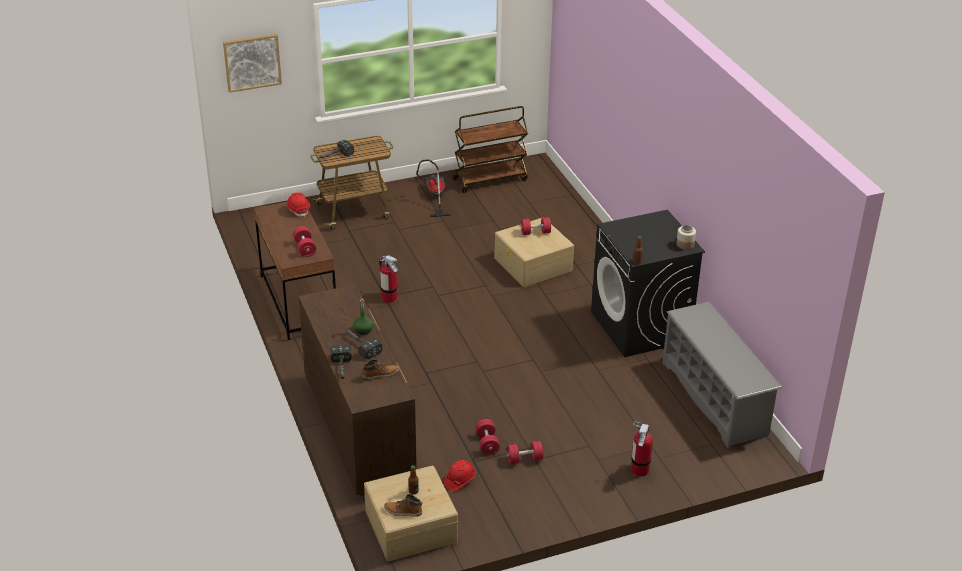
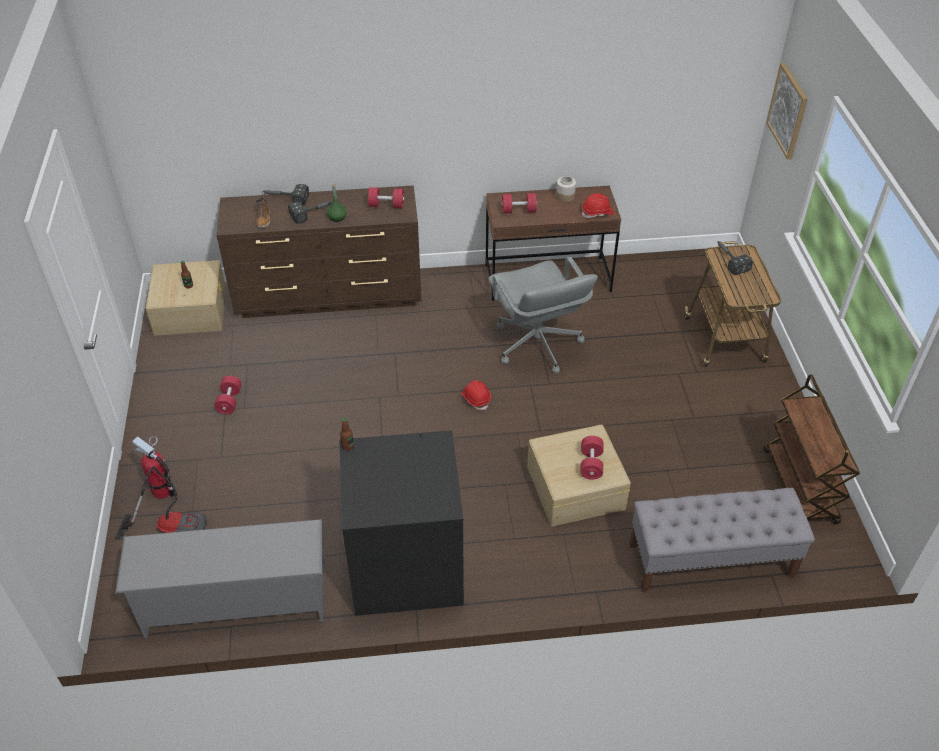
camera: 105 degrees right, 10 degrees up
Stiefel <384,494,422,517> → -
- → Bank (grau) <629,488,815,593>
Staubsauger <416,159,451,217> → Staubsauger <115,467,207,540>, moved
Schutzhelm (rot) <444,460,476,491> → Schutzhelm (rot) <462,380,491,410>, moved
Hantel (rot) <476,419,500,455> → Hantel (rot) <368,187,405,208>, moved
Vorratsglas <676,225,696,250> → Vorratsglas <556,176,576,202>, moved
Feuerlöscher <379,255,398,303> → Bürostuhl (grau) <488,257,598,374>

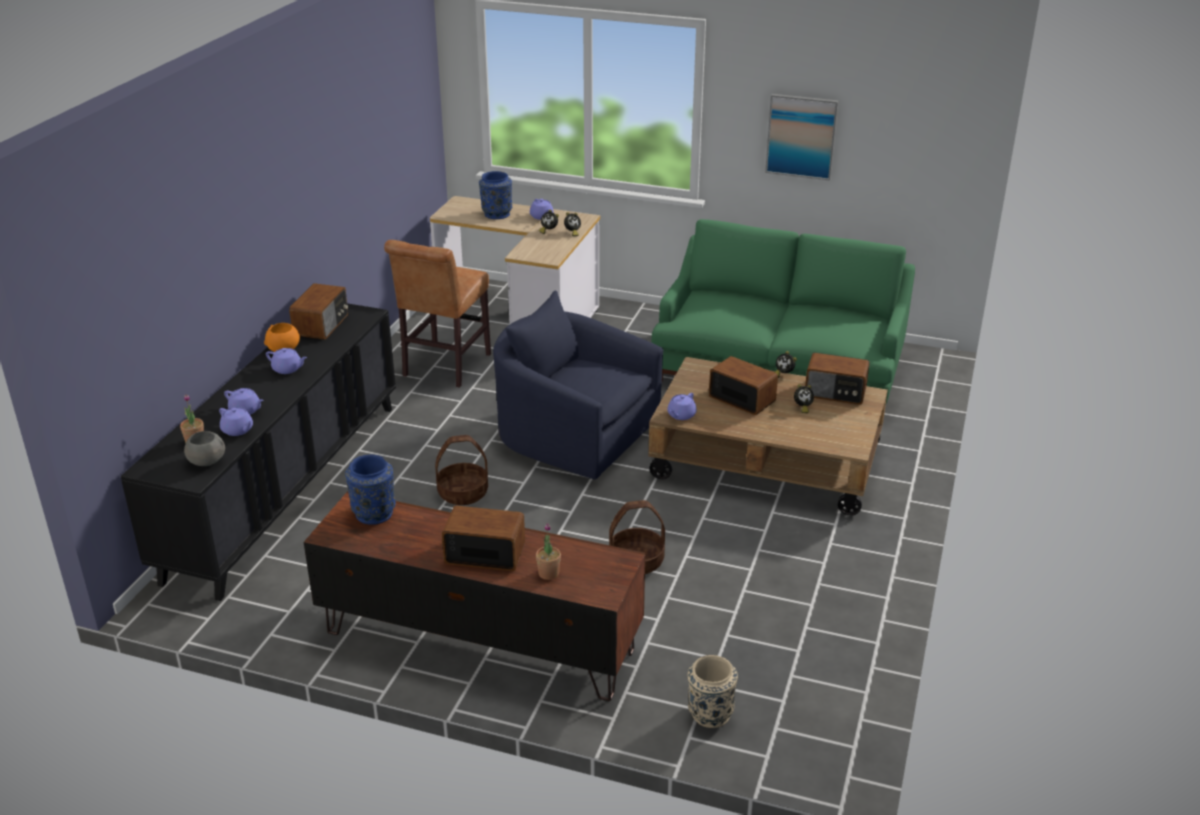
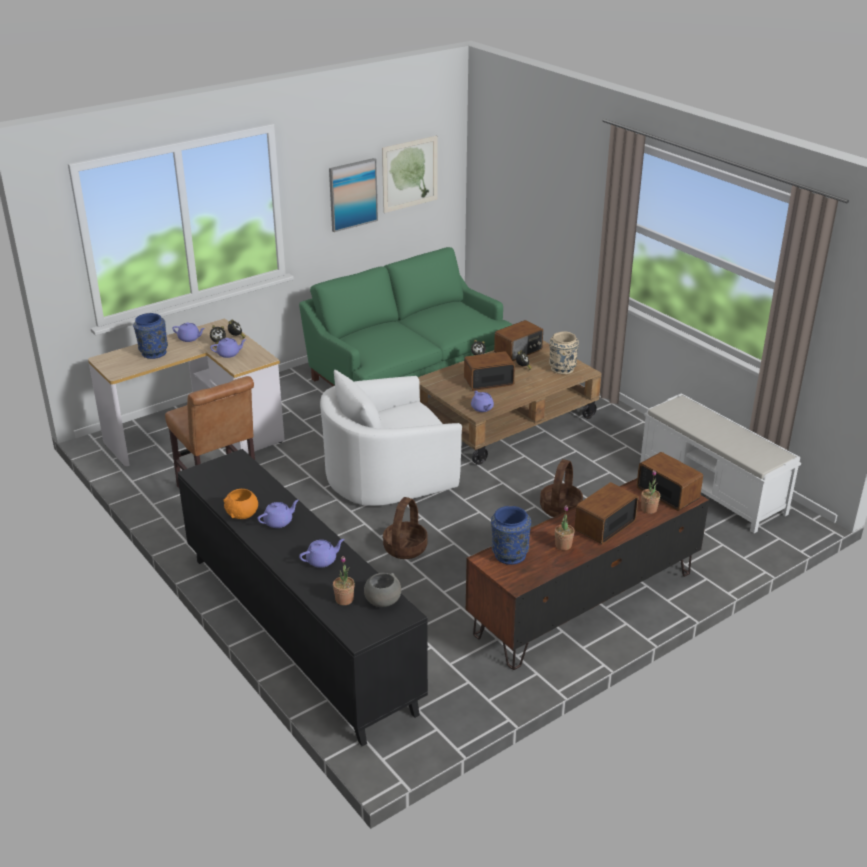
camera: 55 degrees left, 0 degrees up
- → Bild <382,136,438,213>
- → Topfpflanze <555,505,575,550>
- → Bank (weiß) <640,393,801,533>
Teekanne (lila) <219,407,253,436> → Teekanne (lila) <210,338,247,358>, moved
Radio <289,283,348,340> → Radio <636,452,703,511>, moved
Vase (beige) <688,655,738,728> → Vase (beige) <549,331,579,374>, moved
Sessel (blau) <493,291,663,480> → Sessel (weiß) <320,370,462,506>

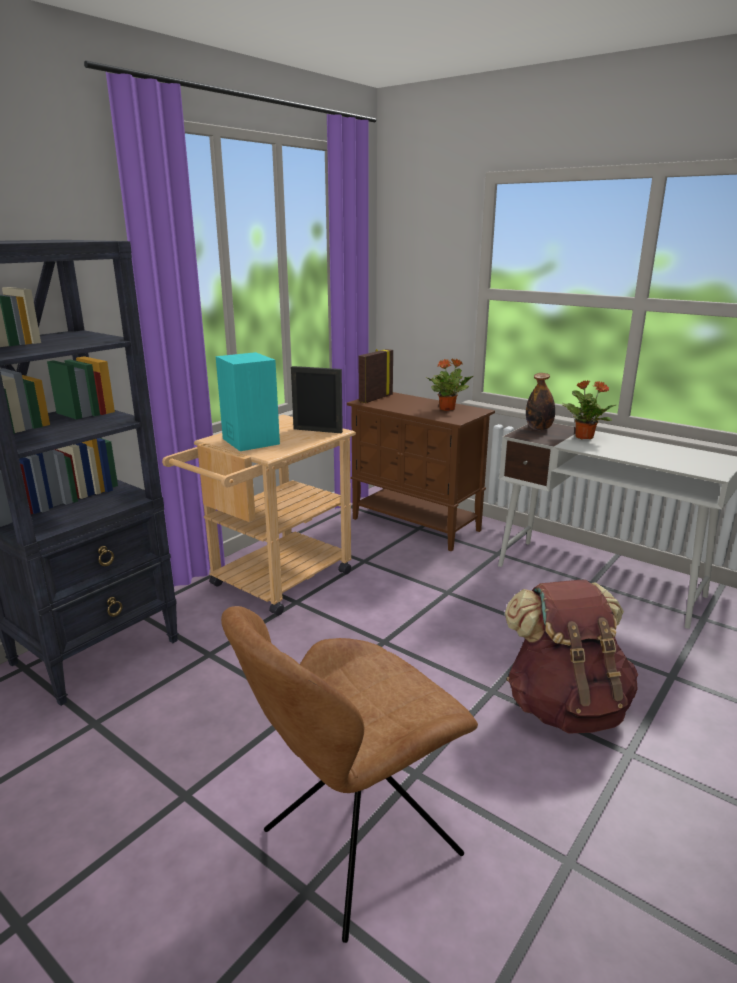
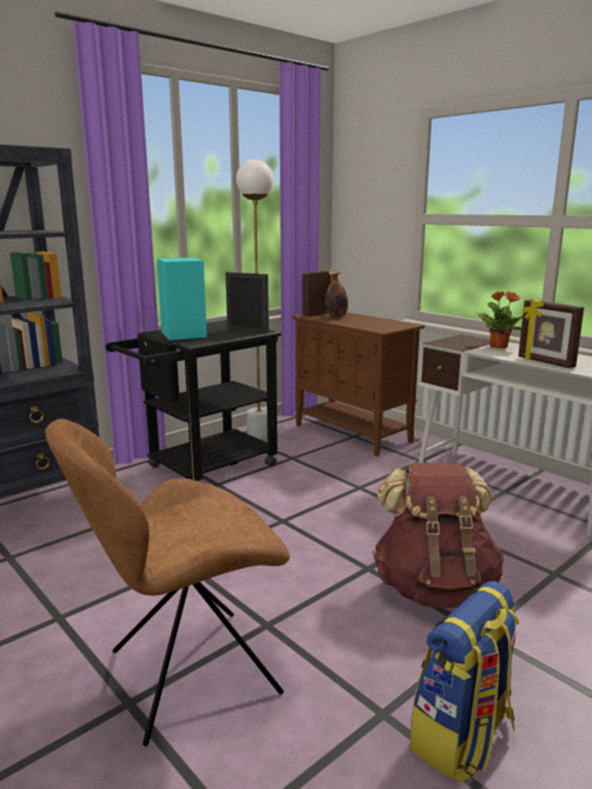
camera: 10 degrees right, 5 degrees down
Topfpflanze <426,359,473,411> → -
- → Stehlampe (weiß) <236,159,273,439>
- → Rucksack <409,581,519,783>
- → Bilderrahmen <518,300,584,368>
Flasche <526,373,555,430> → Flasche <325,271,348,318>, moved
Rollwagen (beige) <162,415,356,616> → Rollwagen (schwarz) <105,320,281,482>

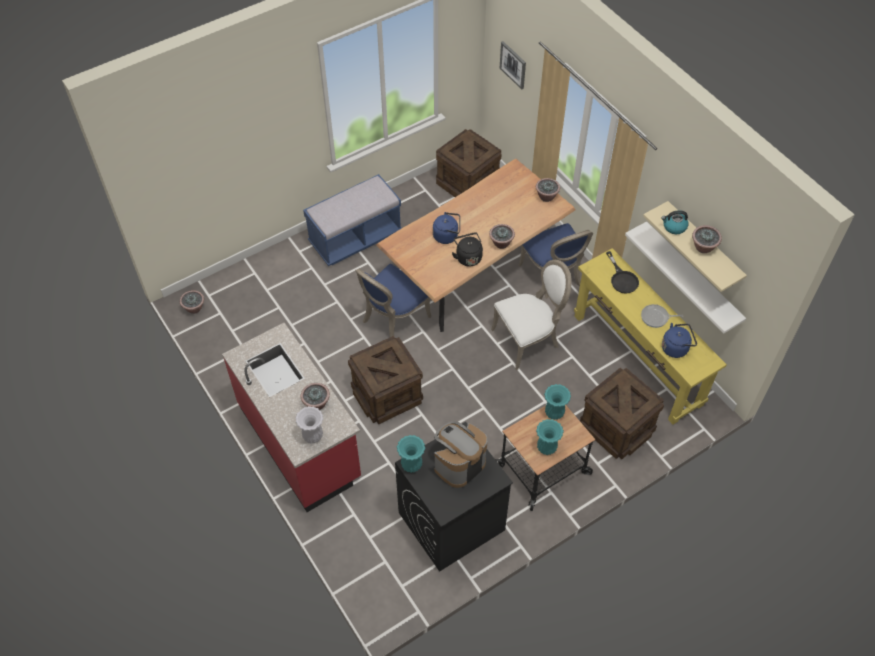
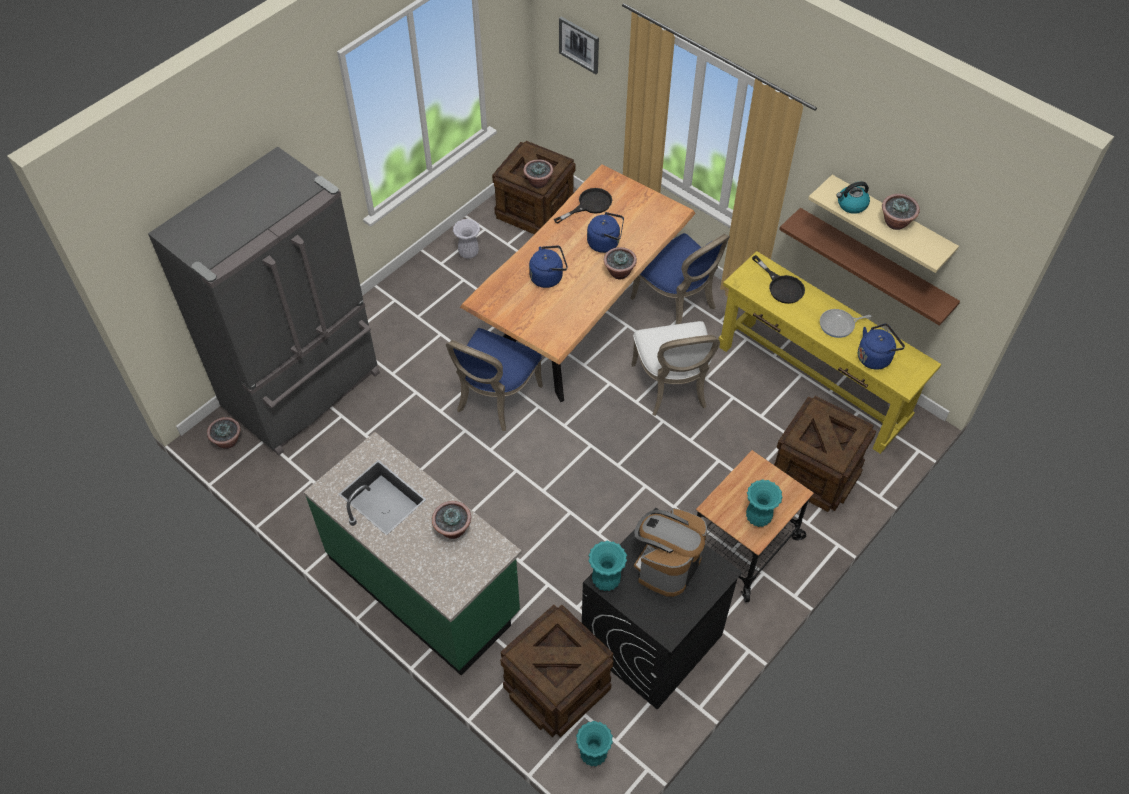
camera: 15 degrees left, 0 degrees up
Bank (blau) <303,174,402,266> → -
Wasserkessel (schwarz) <452,232,483,266> → -
- → Kühlschrank (grau) <148,147,380,455>
- → Pfanne (schwarz) <554,188,612,224>
- → Wasserkessel (blau) <587,212,624,253>
Vase (weiß) <295,406,323,444> → Vase (weiß) <453,219,480,259>, moved
Kiste <348,336,423,424> → Kiste <500,605,613,737>, moved
Topfpflanze <536,178,560,202> → Topfpflanze <523,159,553,188>, moved
Vase (türkis) <544,384,571,420> → Vase (türkis) <576,721,613,766>, moved
Küchenzeile (rot) <222,323,361,512> → Küchenzeile (grün) <304,432,522,676>
Wandregal (weiß) <625,221,746,334> → Wandregal (braun) <779,208,960,326>
Stuhl (weiß) <491,260,572,370> → Stuhl (weiß) <631,321,720,416>, 120 degrees clockwise

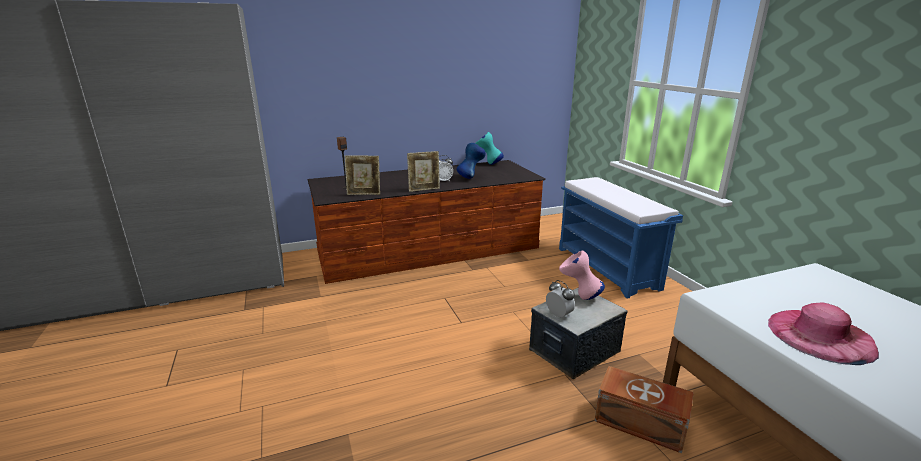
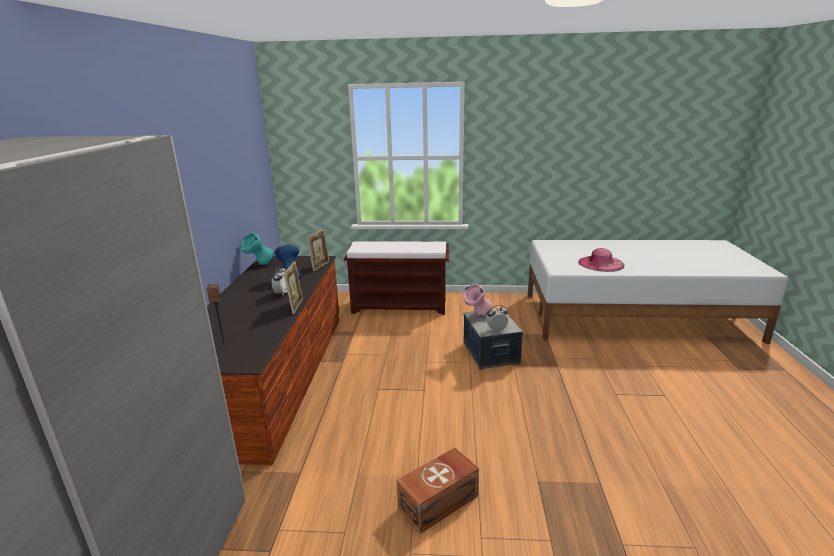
camera: 65 degrees left, 0 degrees up
Bilderrahmen <345,155,380,195> → Bilderrahmen <307,229,329,271>, moved
Aufbewahrungsbox (braun) <595,366,694,453> → Aufbewahrungsbox (braun) <397,448,479,534>, moved
Bank (blau) <559,177,683,299> → Bank (braun) <344,241,449,315>

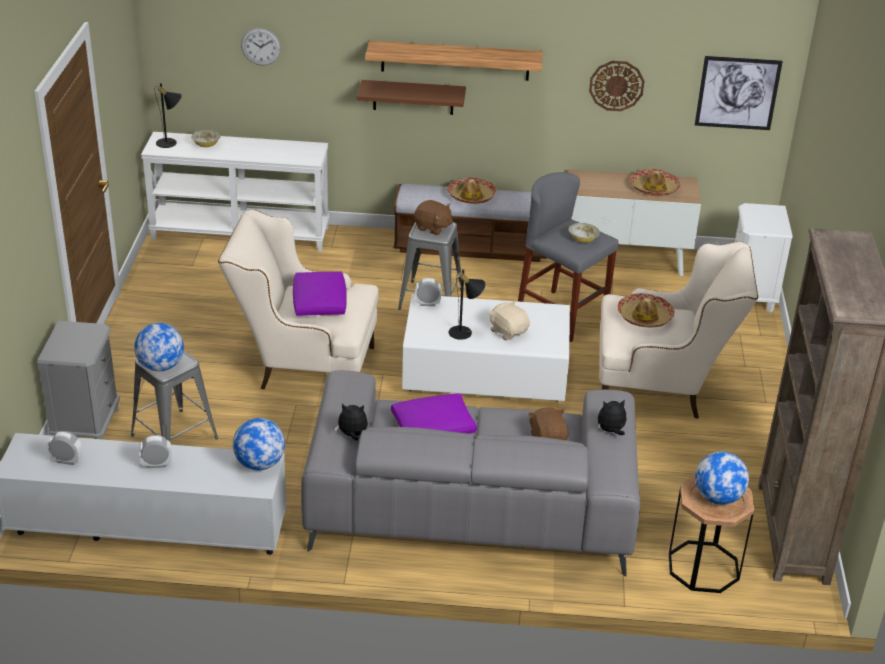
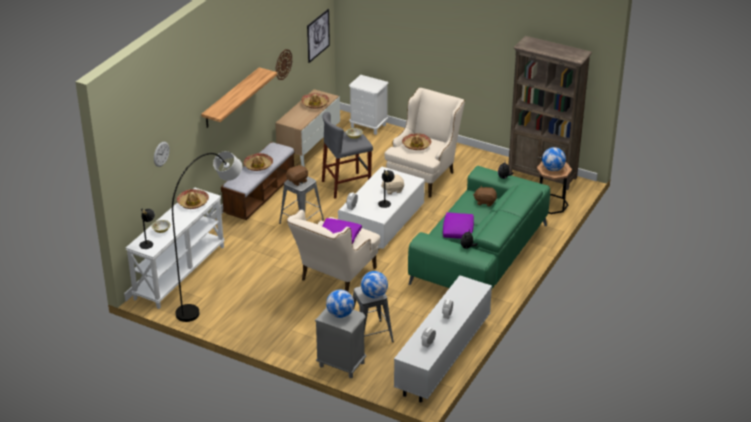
camera: 65 degrees left, 0 degrees up
Wandregal (braun) <357,80,466,115> → -
- → Stehlampe (grau) <172,151,242,322>
- → Hut <177,189,209,209>
Globus <233,418,285,470> → Globus <326,290,354,318>, moved
Sofa (grau) <301,370,640,577> → Sofa (grün) <408,166,550,289>

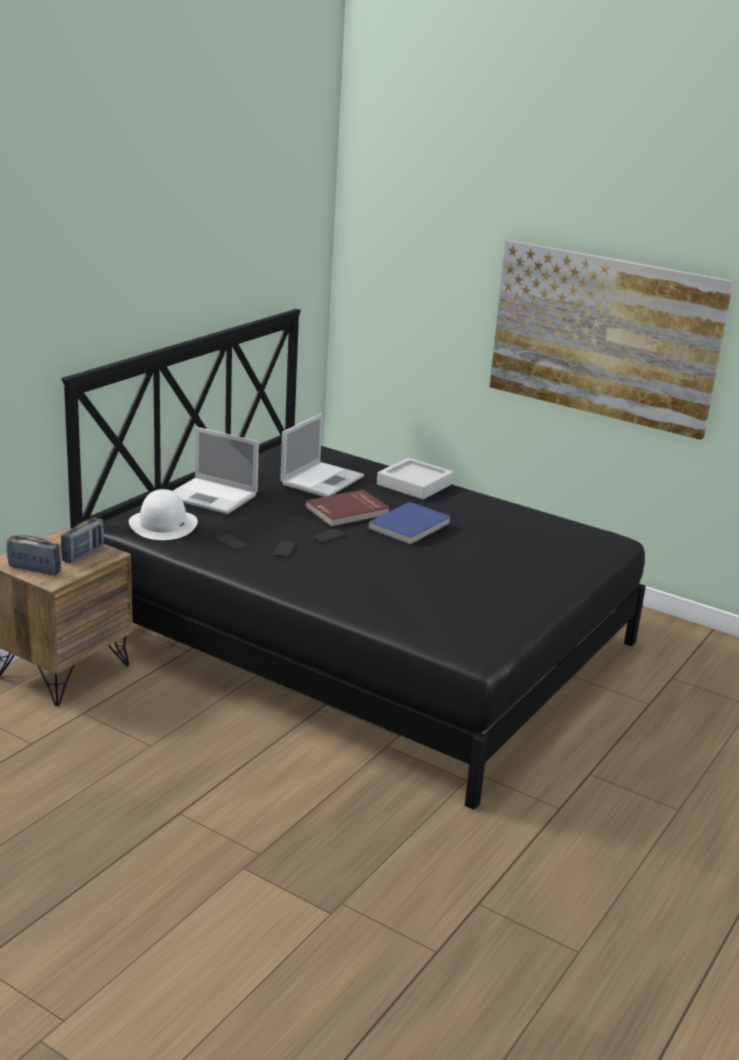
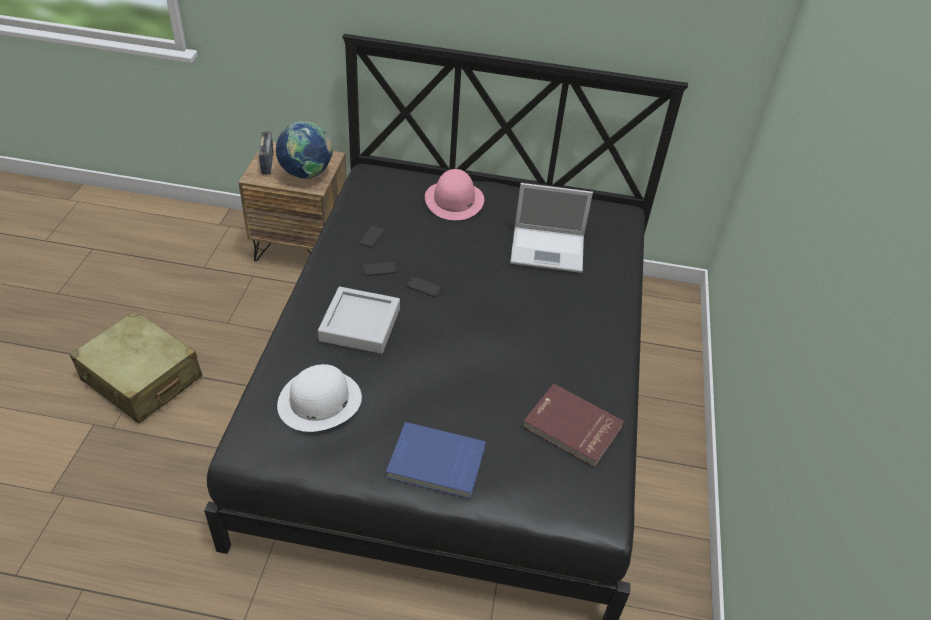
camera: 65 degrees right, 20 degrees up
Bild <490,240,734,440> → -
- → Koffer (beige) <69,311,202,423>
Hut (weiß) <129,489,198,540> → Hut (weiß) <277,364,362,432>, moved
Buch (rot) <305,490,390,527> → Buch (rot) <523,384,624,467>, moved
Buch (blau) <367,502,451,545> → Buch (blau) <386,422,486,499>, moved
Tablett (grau) <377,458,454,500> → Tablett (grau) <318,287,400,354>, moved
Radio <61,518,104,563> → Globus <276,121,333,180>
Laptop <173,427,259,514> → Hut (rosa) <425,169,484,220>

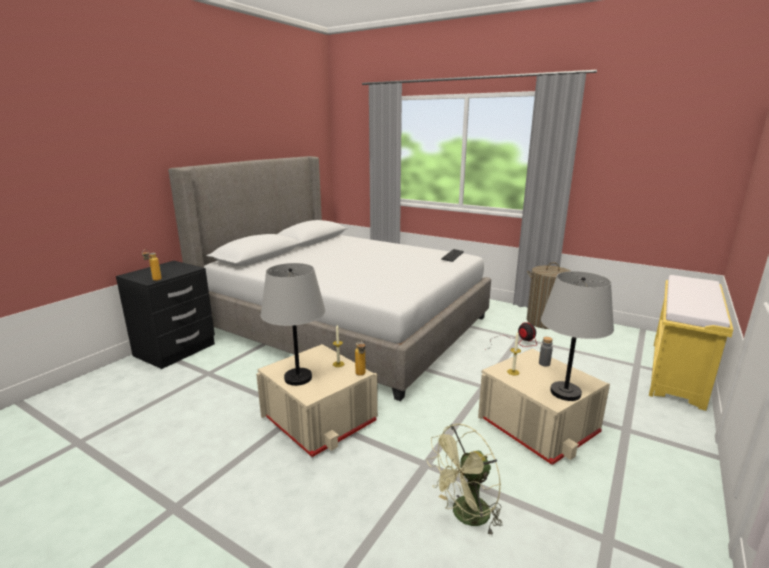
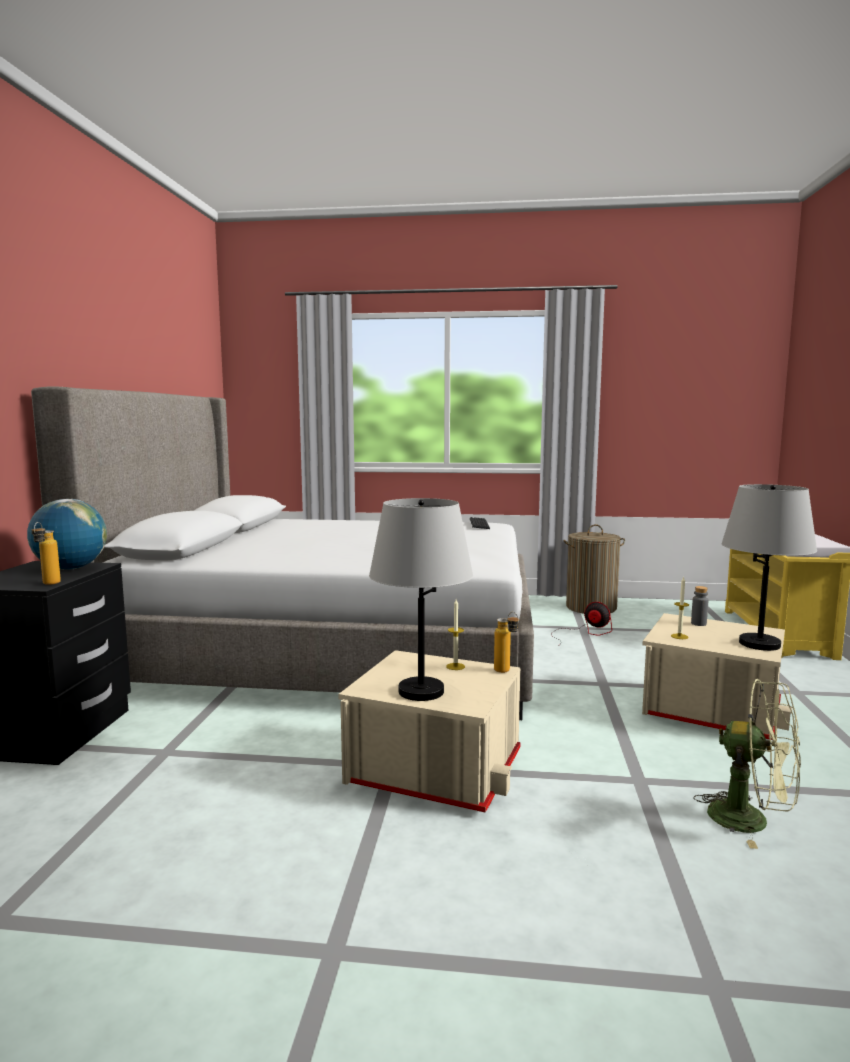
camera: 25 degrees left, 10 degrees down
- → Globus <27,499,107,569>
Ventilator (grün) <427,424,502,536> → Ventilator (grün) <693,679,801,849>, 90 degrees counterclockwise

